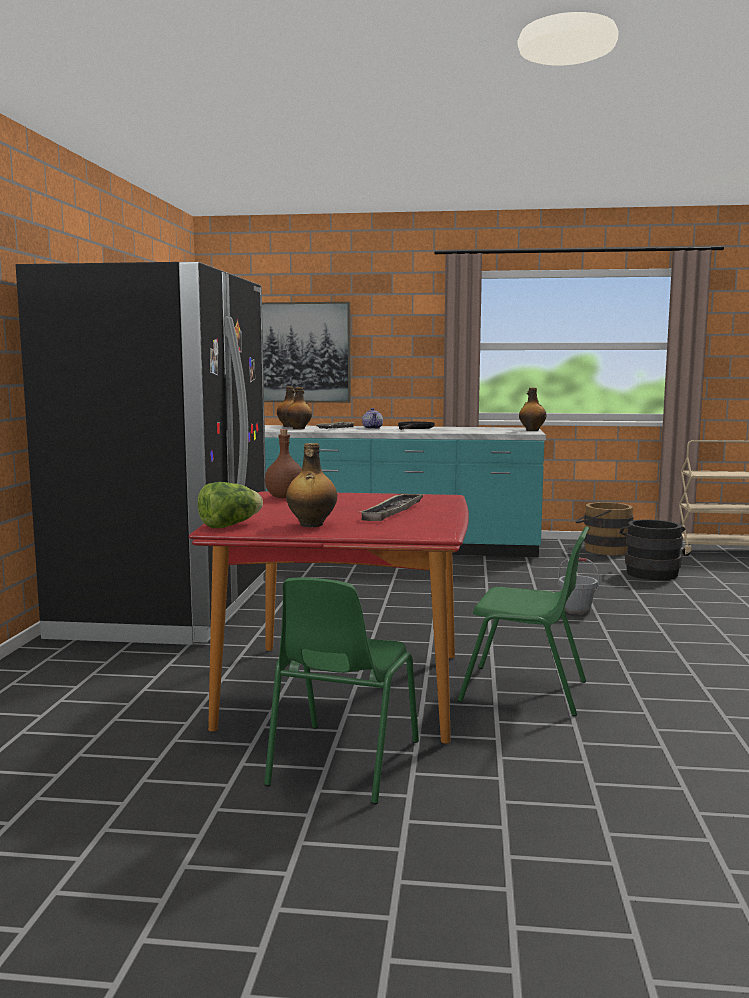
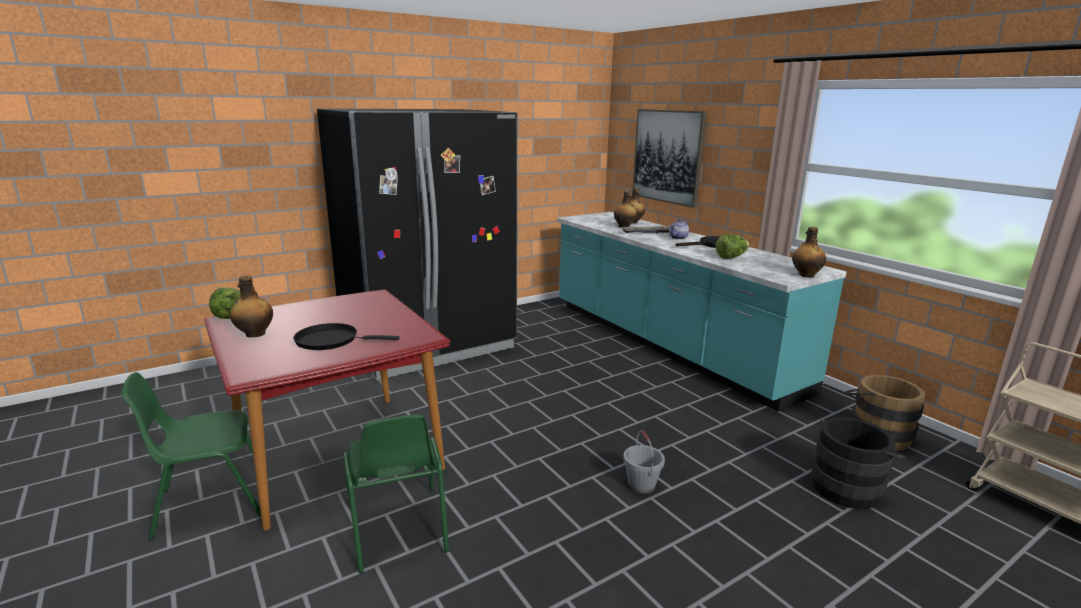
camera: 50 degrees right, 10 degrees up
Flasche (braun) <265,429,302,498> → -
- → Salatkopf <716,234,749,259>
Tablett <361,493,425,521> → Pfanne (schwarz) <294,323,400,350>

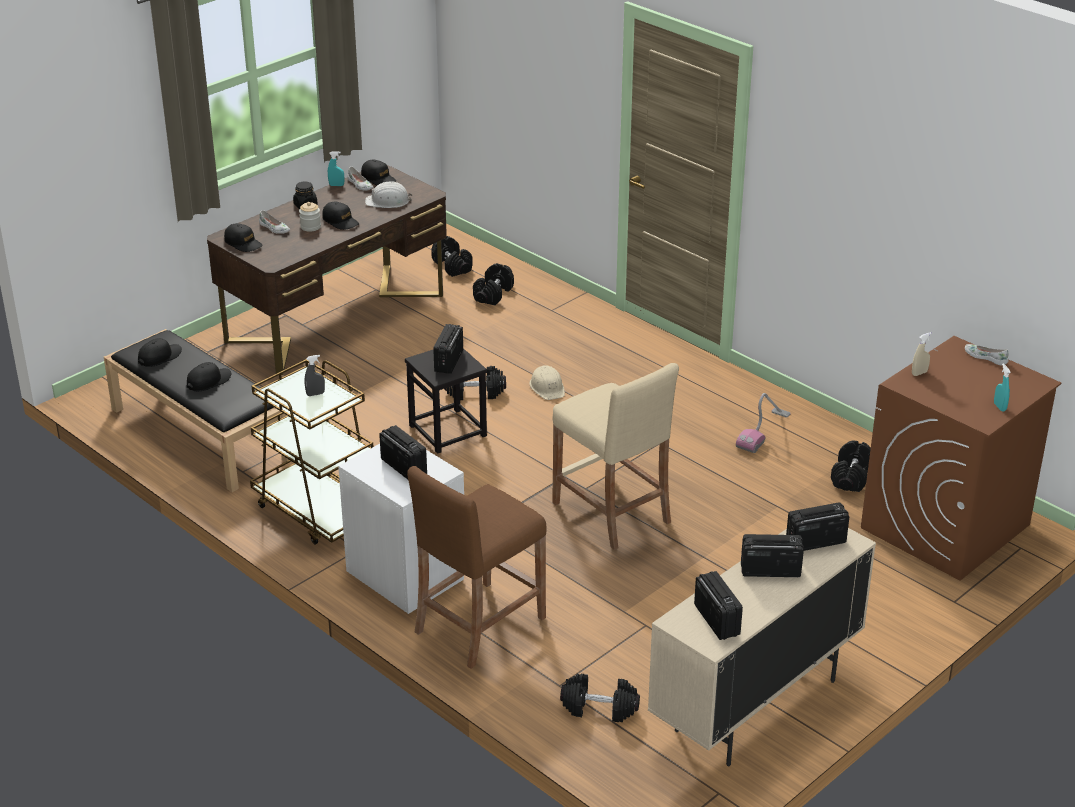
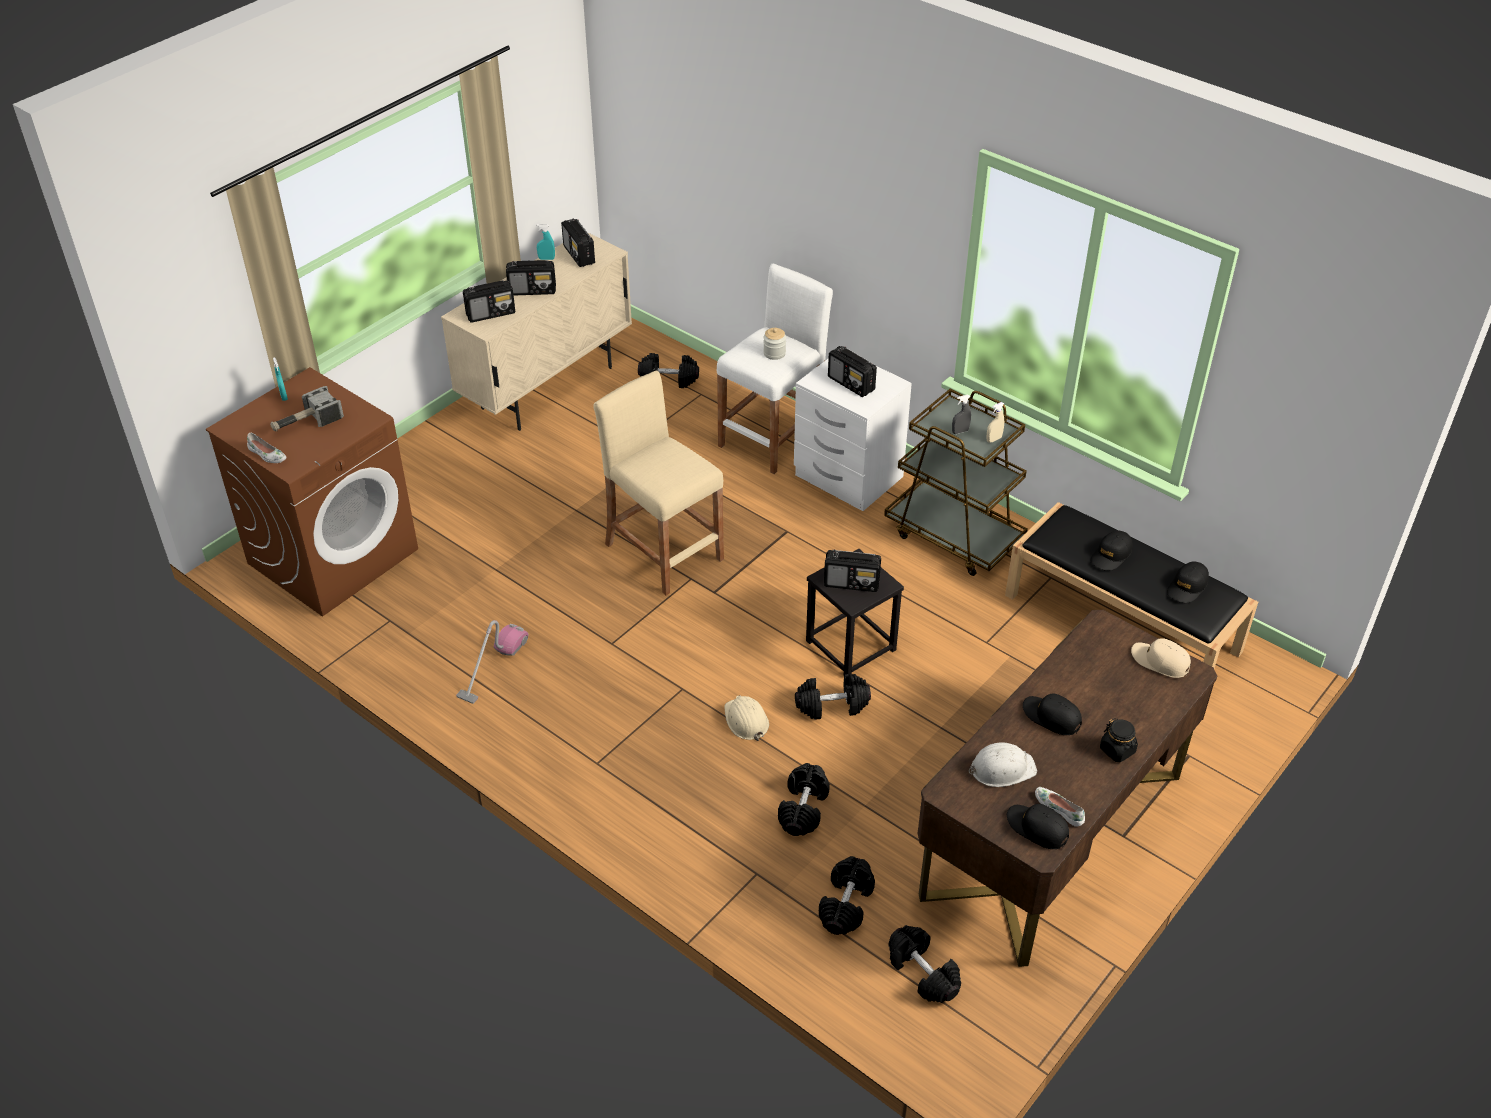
camera: 175 degrees right, 10 degrees up
Schuh (weiß) <259,210,290,234> → -
- → Hammer <270,386,344,432>
Vorratsglas <299,202,321,232> → Vorratsglas <763,328,786,360>, moved
Sprühflasche (türkis) <328,151,344,186> → Sprühflasche (türkis) <537,224,555,260>, moved
Hantel (schwarz) <831,440,871,492> → Hantel (schwarz) <778,763,830,836>, moved
Sprühflasche (beige) <912,332,932,376> → Sprühflasche (beige) <986,402,1004,443>, moved
Kappe (schwarz) <224,223,263,252> → Kappe (beige) <1131,638,1191,678>
Hocker (braun) <407,466,547,669> → Hocker (weiß) <717,263,833,474>
Radio <433,324,463,374> → Radio <824,549,881,592>, 90 degrees clockwise

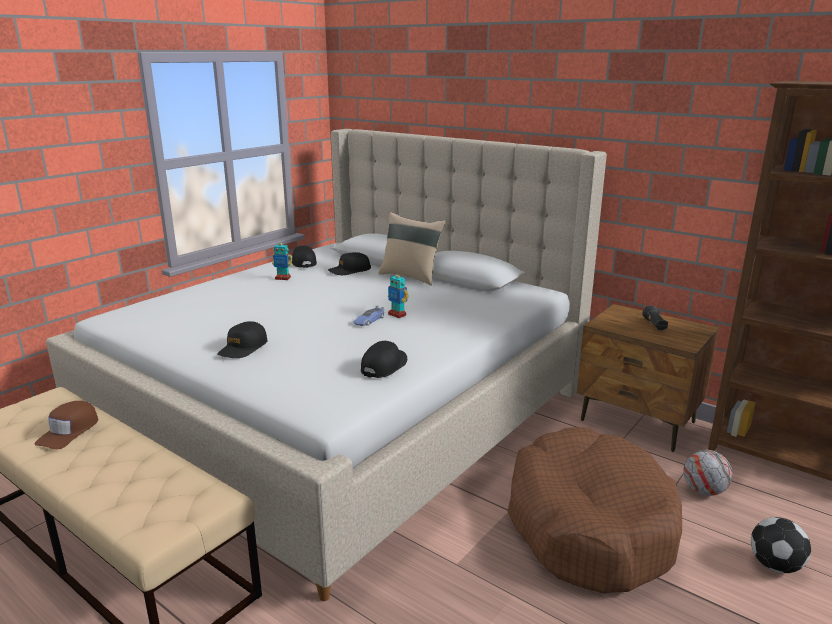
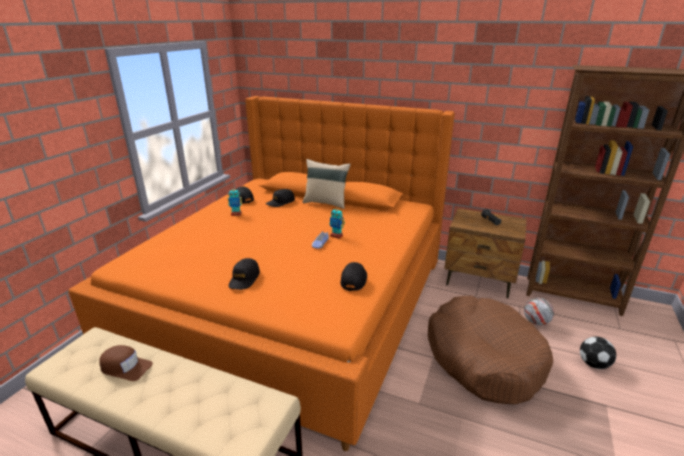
camera: 15 degrees left, 5 degrees up
Bett (beige) <46,129,607,601> → Bett (orange) <69,96,455,451>
Kappe (braun) <34,401,98,449> → Kappe (braun) <99,345,153,381>, 75 degrees counterclockwise

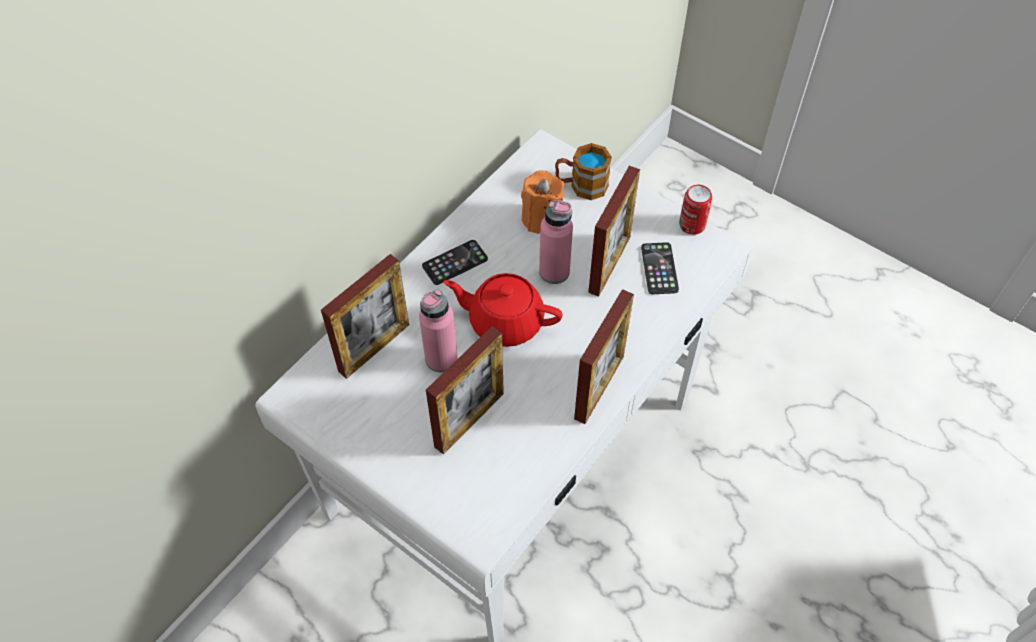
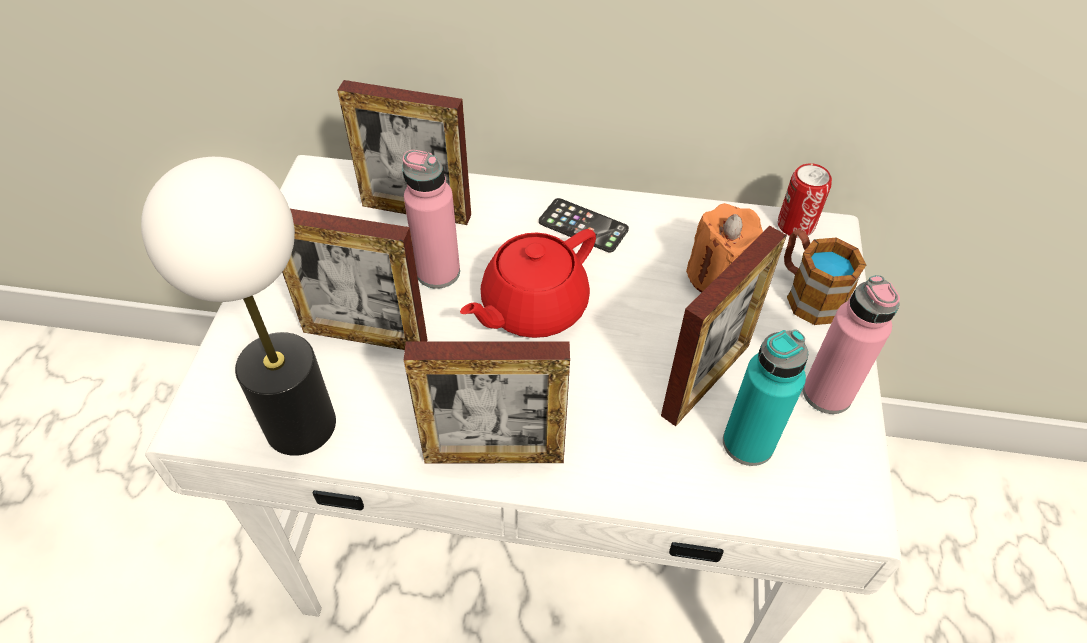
camera: 60 degrees right, 5 degrees down
- → Tischlampe <141,157,336,456>
Flasche (rosa) <539,200,573,284> → Flasche (rosa) <803,275,900,414>, moved
Dose <679,185,712,235> → Dose <778,163,832,238>, moved
Handy <641,242,679,294> → Flasche (türkis) <723,329,808,466>
Teekanne (rot) <443,273,562,347> → Teekanne (rot) <460,229,596,338>, 120 degrees counterclockwise
Bilderrahmen <588,166,640,297> → Bilderrahmen <661,226,787,426>, 45 degrees counterclockwise

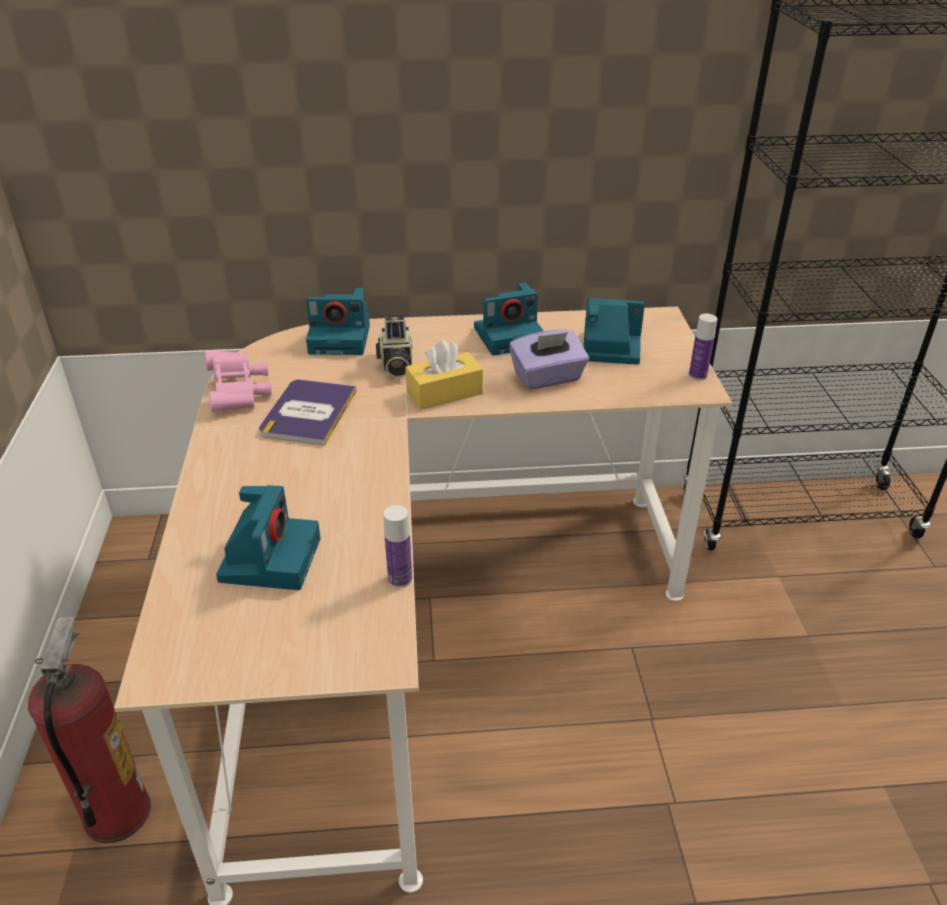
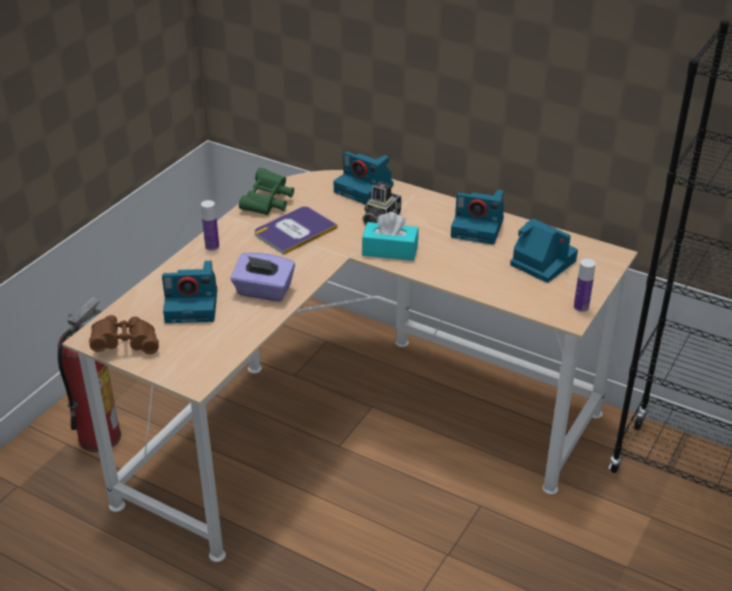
camera: 35 degrees right, 0 degrees up
- → Fernglas (braun) <89,315,159,354>
Flasche <383,505,412,588> → Flasche <201,200,219,251>, moved
Taschentuchbox (lila) <509,330,589,390> → Taschentuchbox (lila) <230,252,295,301>, moved
Fernglas (rosa) <205,350,272,412> → Fernglas (grün) <239,168,294,215>
Taschentuchbox (gelb) <405,340,483,410> → Taschentuchbox (türkis) <362,212,419,261>
Kamera <216,485,321,590> → Kamera <162,261,217,323>, 45 degrees clockwise

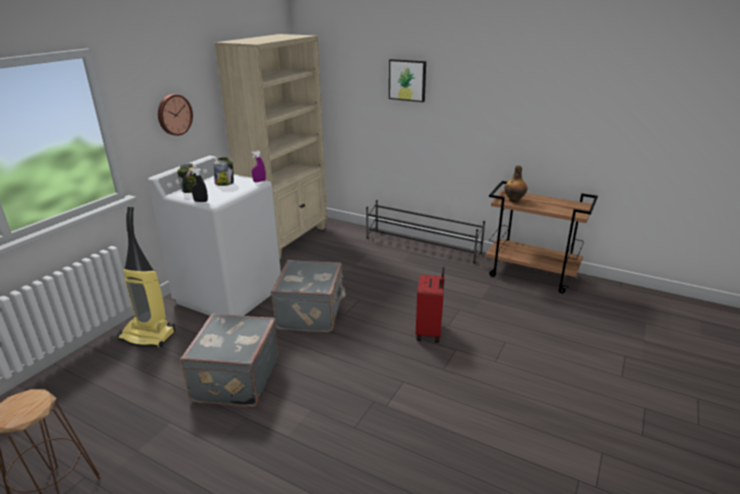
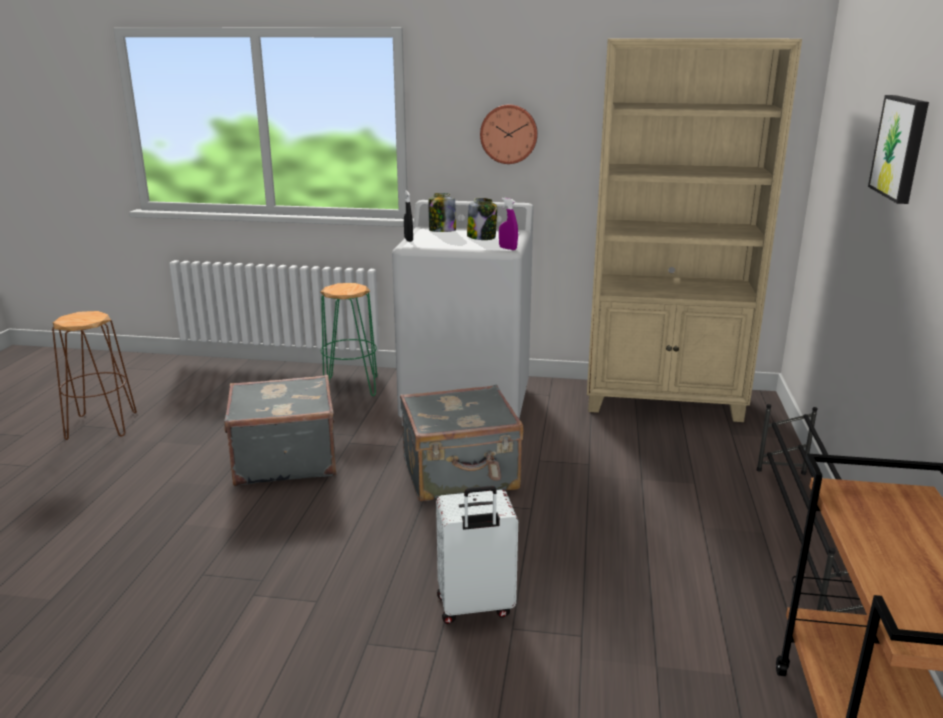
camera: 70 degrees right, 5 degrees down
Flasche <504,165,527,202> → -
Staubsauger <118,207,176,347> → Hocker (grün) <320,283,377,396>
Koffer (rot) <416,267,445,343> → Koffer (weiß) <436,486,518,624>

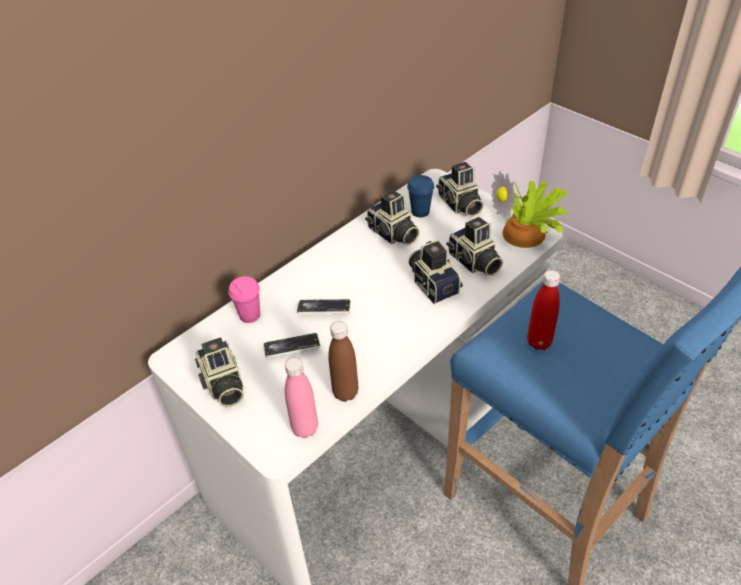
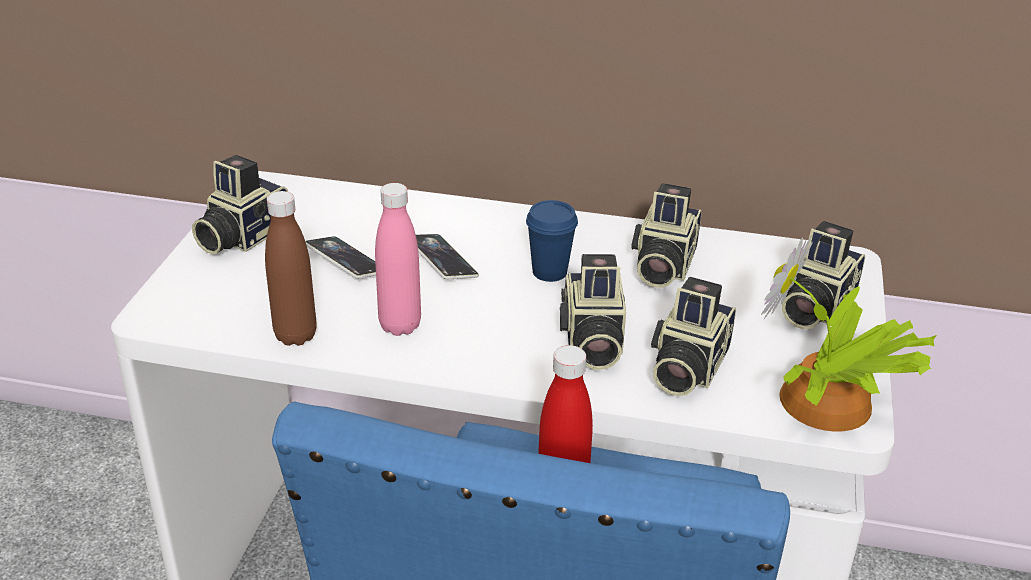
camera: 55 degrees right, 10 degrees down
Tasse (rosa) <228,276,260,323> → -
Flasche (rosa) <285,357,318,438> → Flasche (rosa) <375,183,421,336>, moved
Tasse (blau) <407,175,434,217> → Tasse (blau) <526,200,578,282>, moved
Kamera <408,239,463,304> → Kamera <560,254,626,370>, 150 degrees clockwise

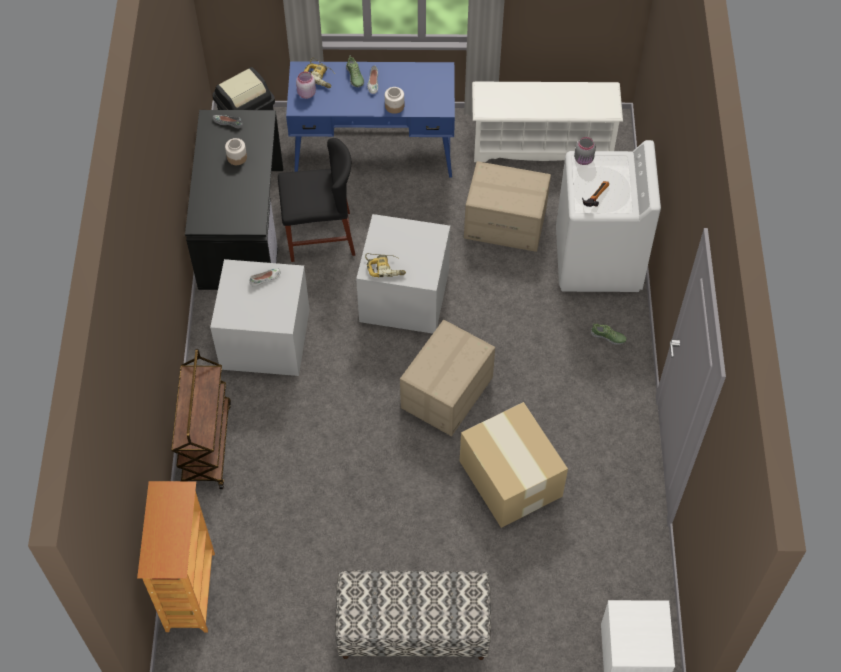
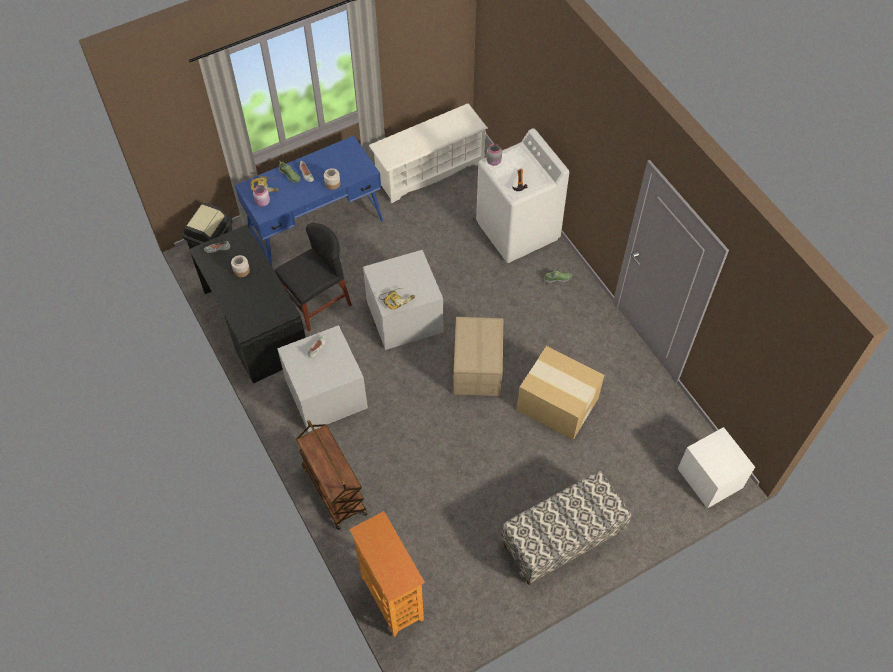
camera: 30 degrees left, 0 degrees up
Karton <464,161,551,252> → -

